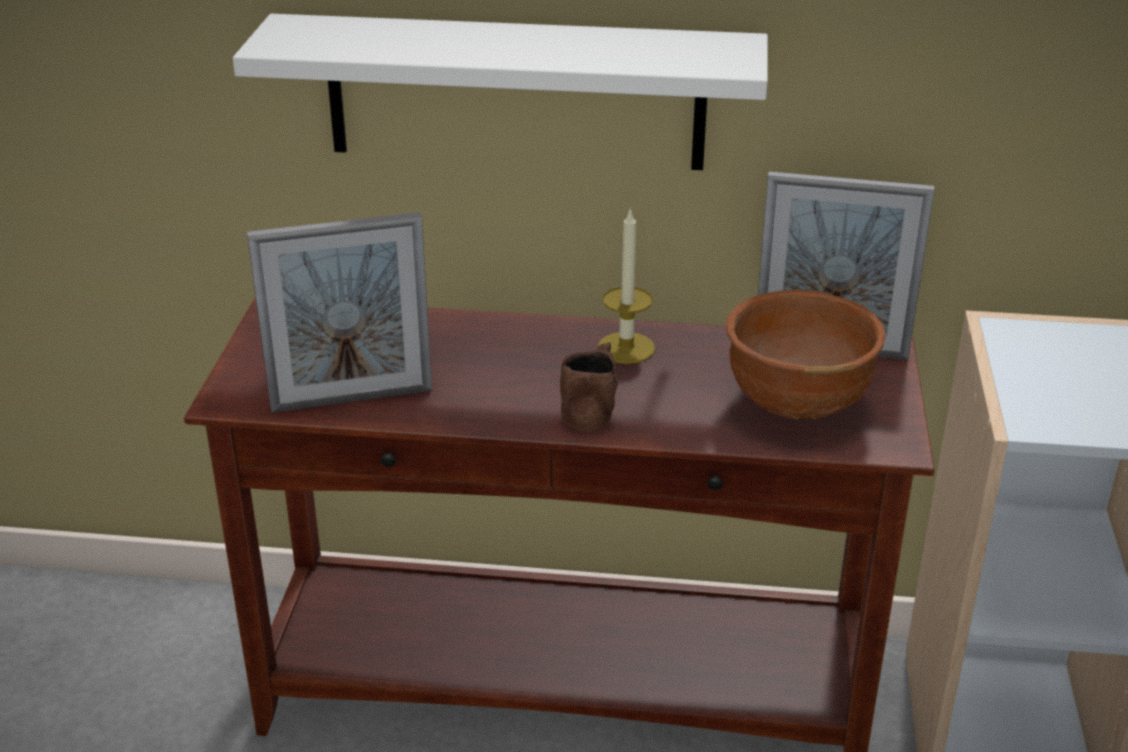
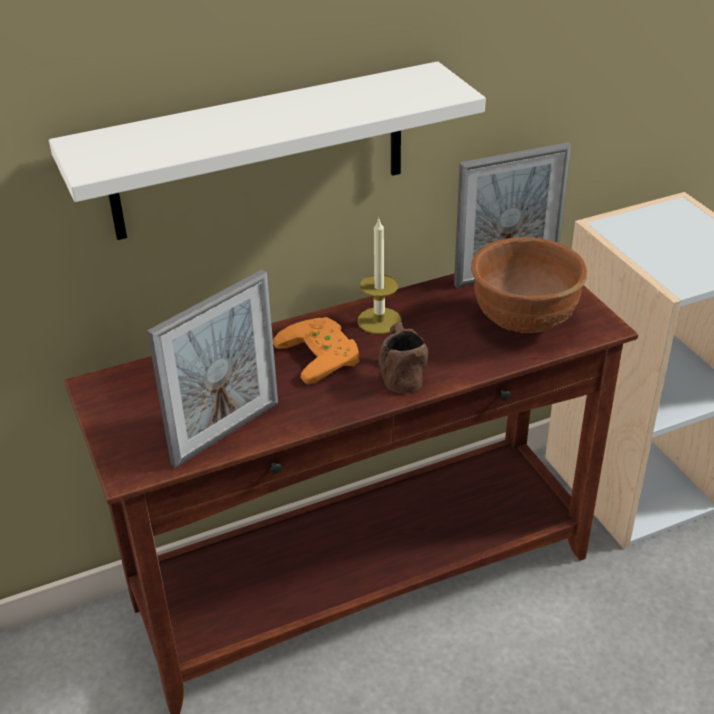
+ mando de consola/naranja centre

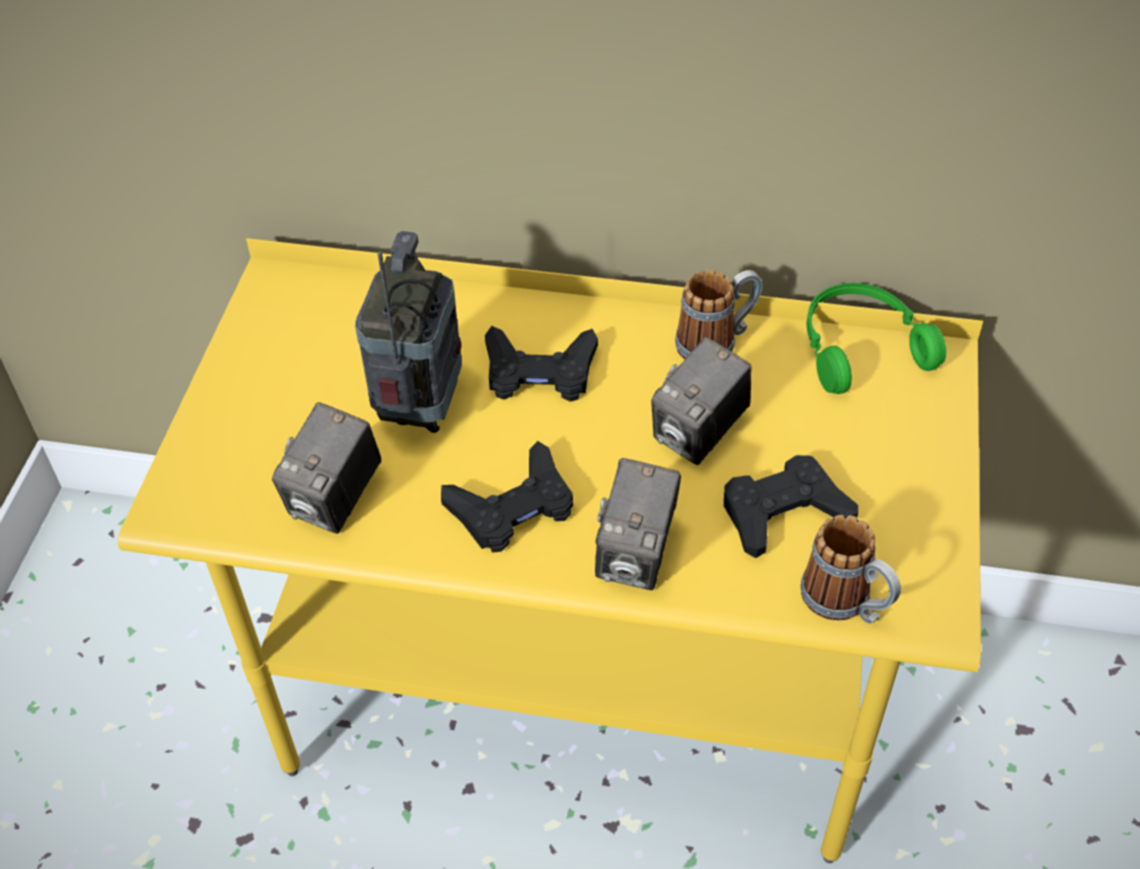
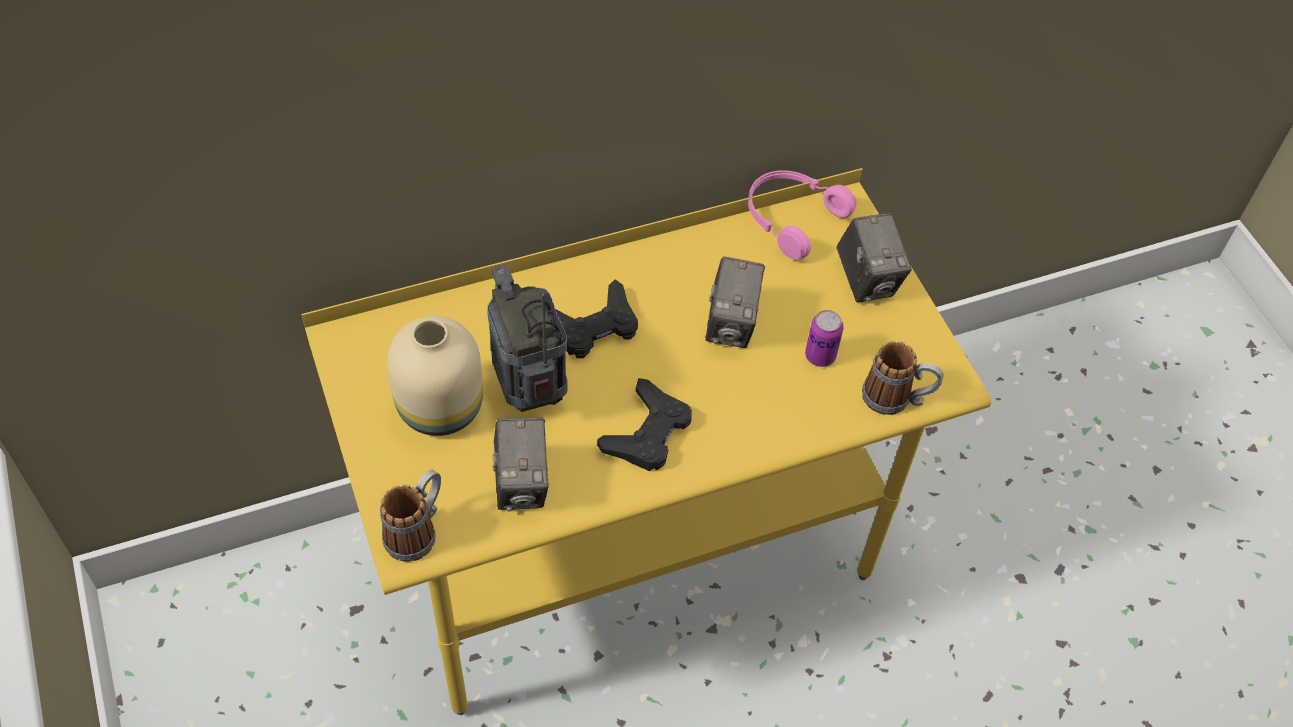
~ cámara (2nd from left in the first image) centre to cámara (3rd from left) middle right
~ taza grande (1st from left) centre to bottom left
~ mando de consola/negro (3rd from left) middle right to lata centre
~ auriculares/verde middle right to auriculares/rosa top centre
+ florero/beis centre

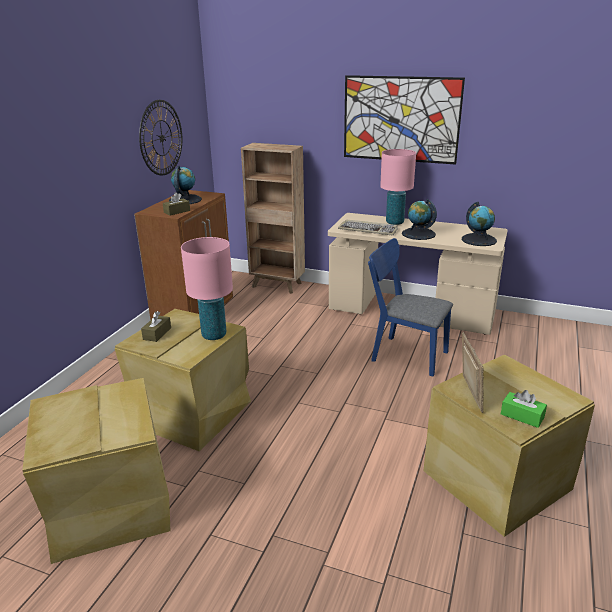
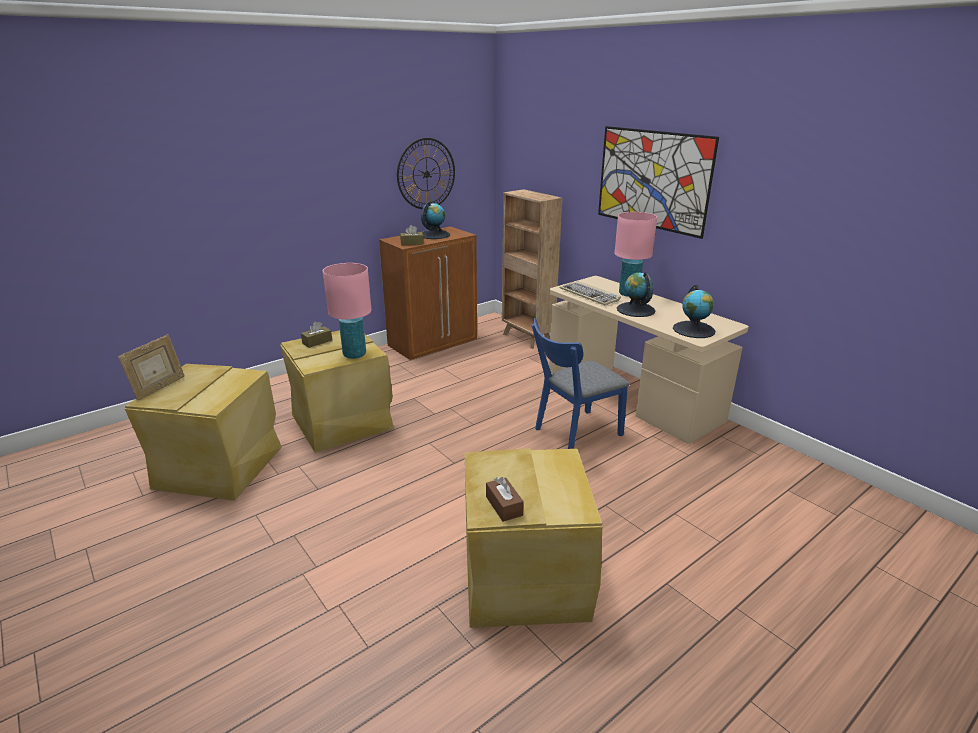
~ silla/azul middle right = centre 90 degrees counterclockwise
~ portarretratos middle right to middle left
~ caja de pañuelos/verde bottom right to caja de pañuelos/marrón (3rd from left) bottom centre

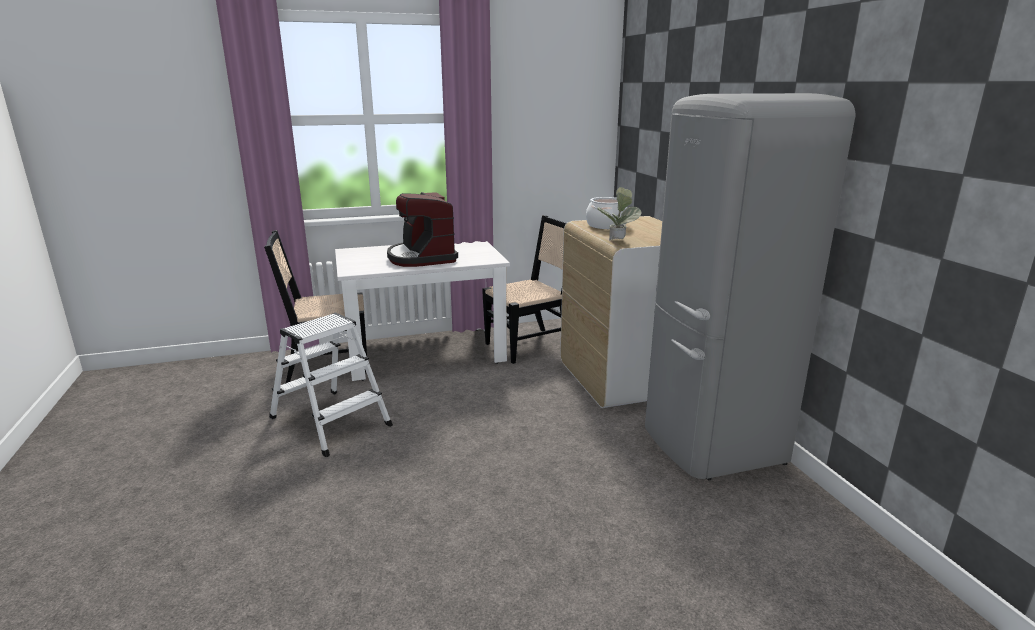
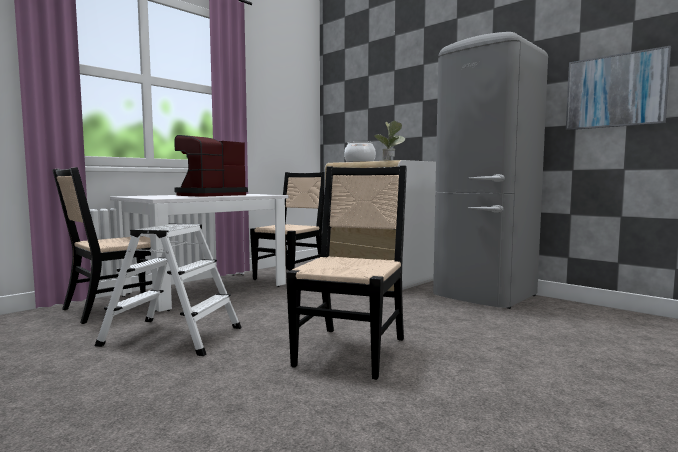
~ cafetera centre = middle left 90 degrees clockwise
+ silla (3rd from left) centre
+ cuadro top right

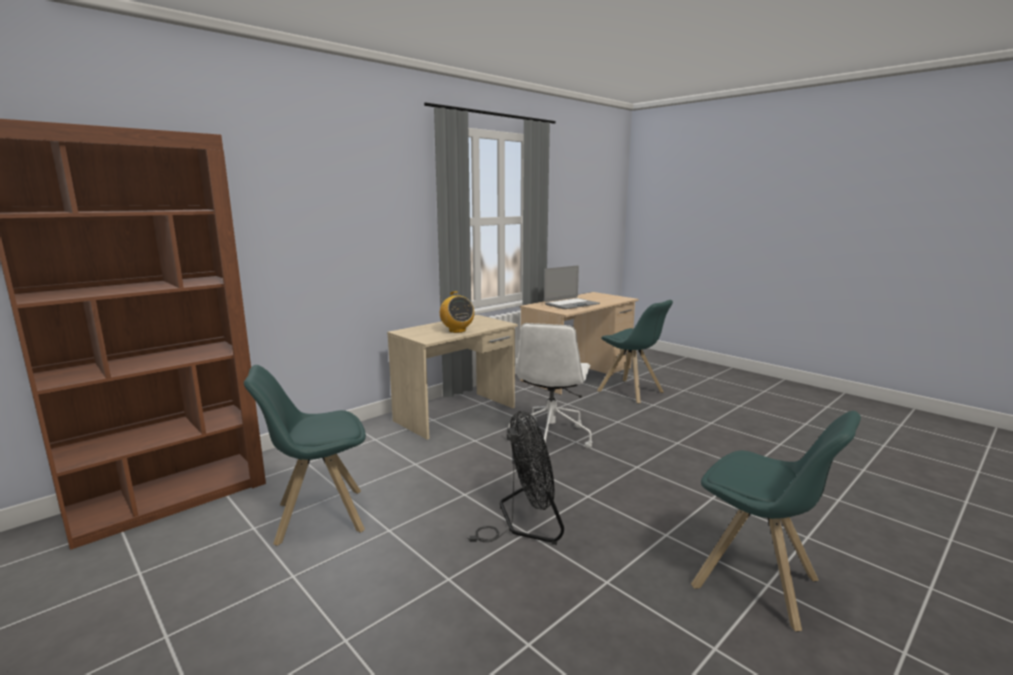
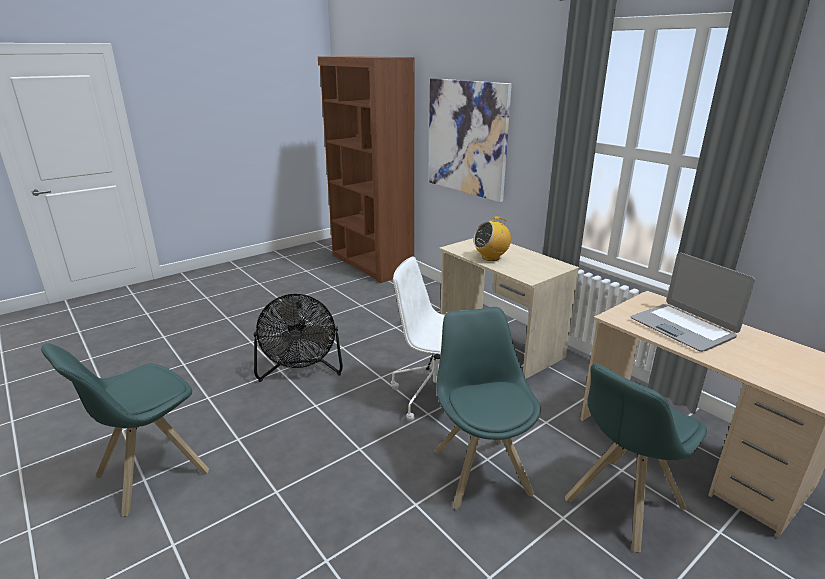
~ silla/turquesa (1st from left in the first image) bottom left to silla/turquesa (2nd from left) bottom centre
+ cuadro top centre

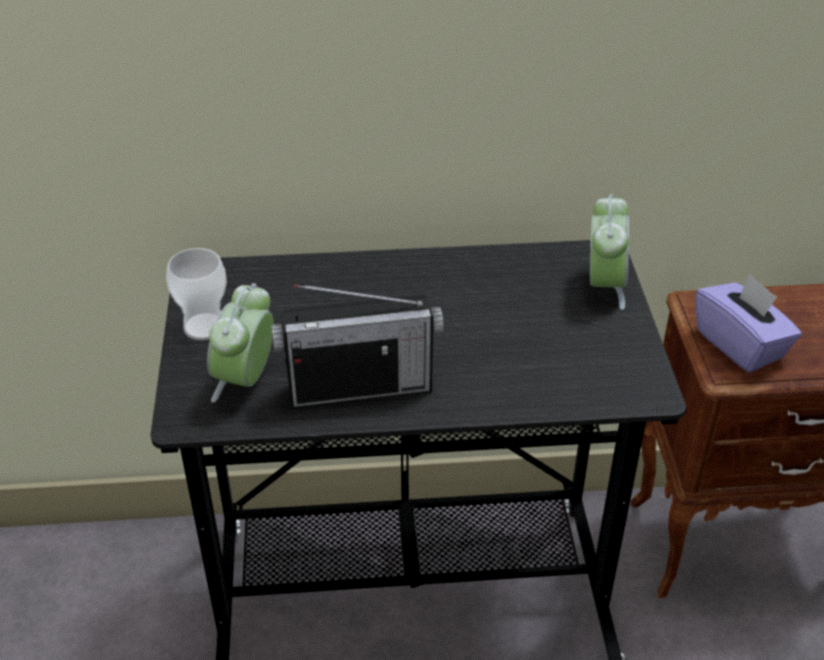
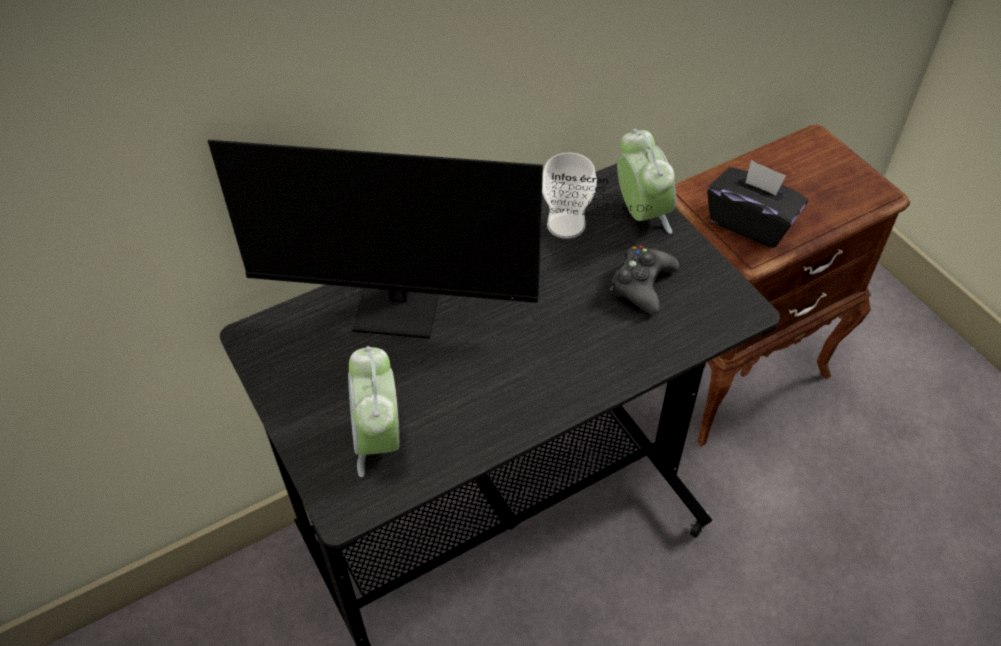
~ taza middle left to top centre
- radio centre
~ caja de pañuelos/morado middle right to caja de pañuelos/negro top right
+ monitor centre
+ mando de consola/negro centre

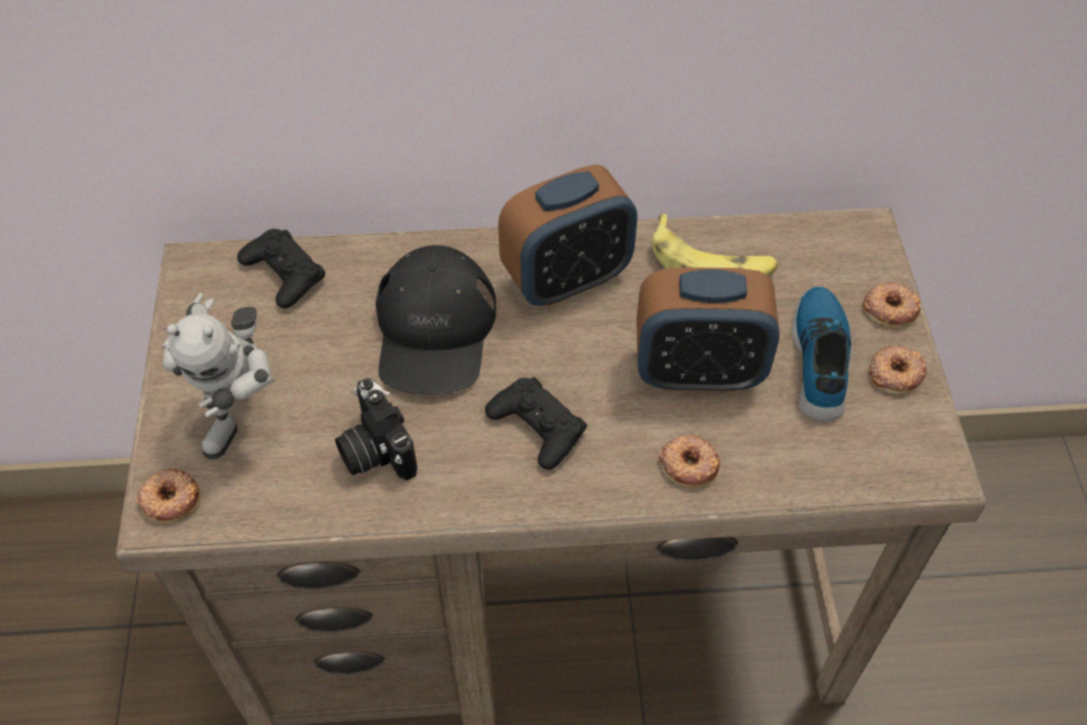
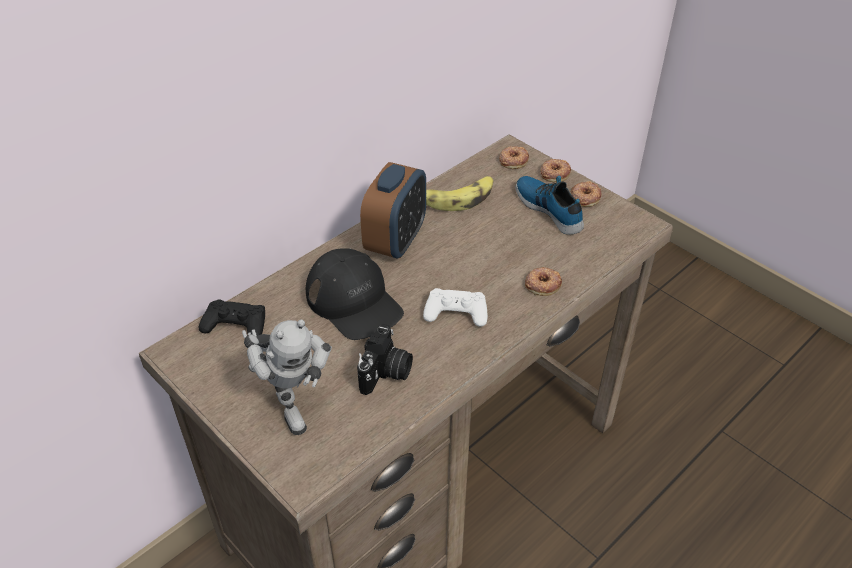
~ rosquilla (1st from left) bottom left to top centre
~ cámara centre = centre 90 degrees counterclockwise
~ mando de consola/negro (2nd from left) centre to mando de consola/blanco centre
- despertador (2nd from left) centre

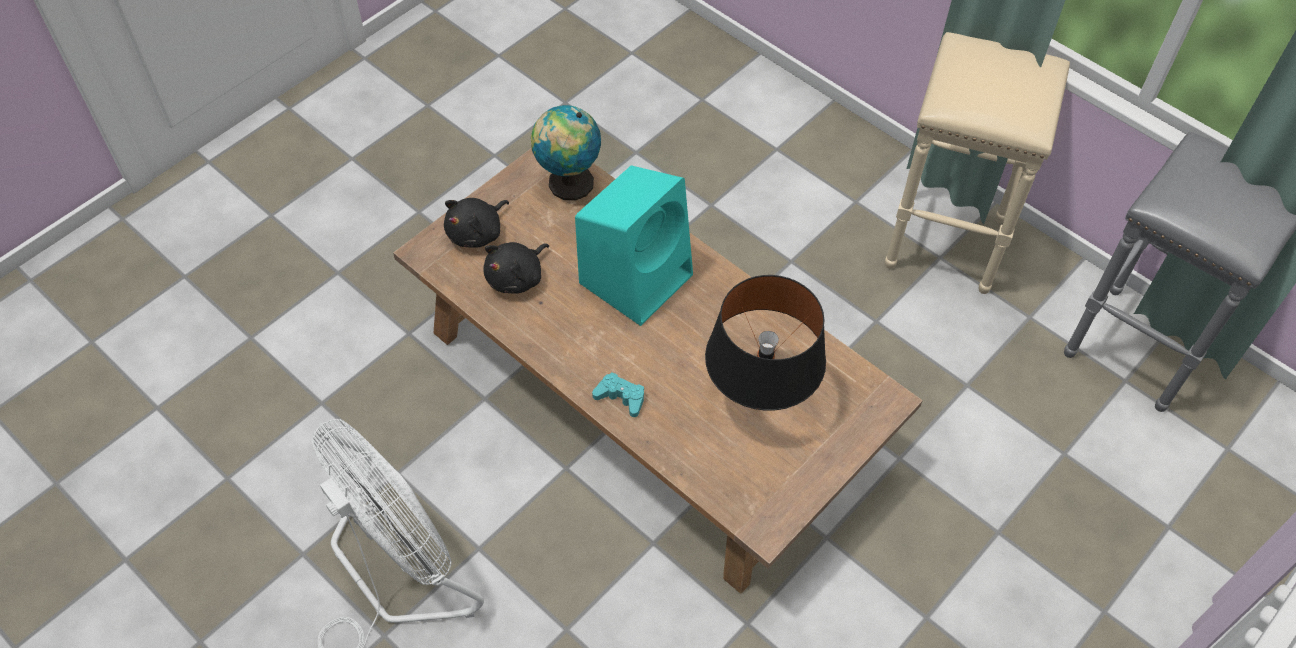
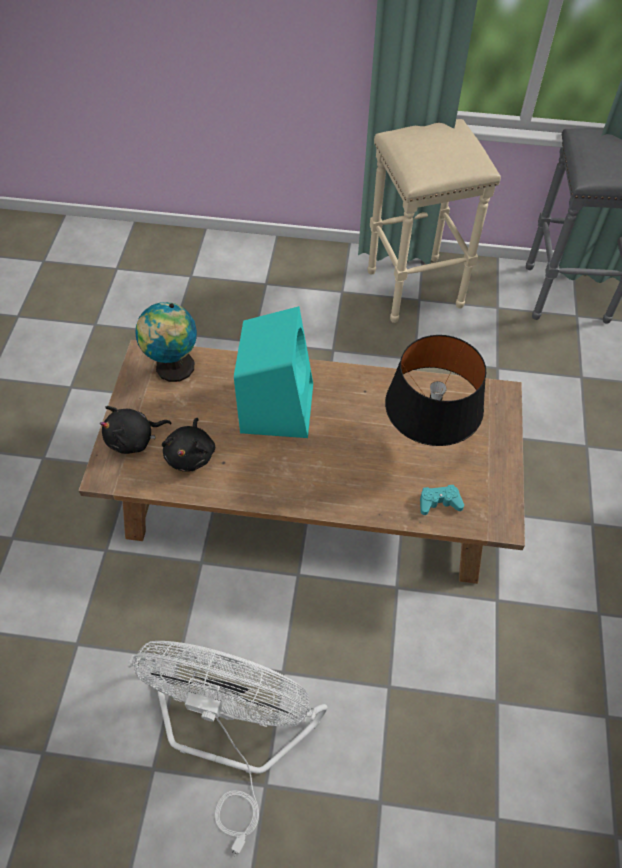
~ peluche/negro (1st from left) centre = middle left 60 degrees clockwise
~ mando de consola/turquesa centre to middle right

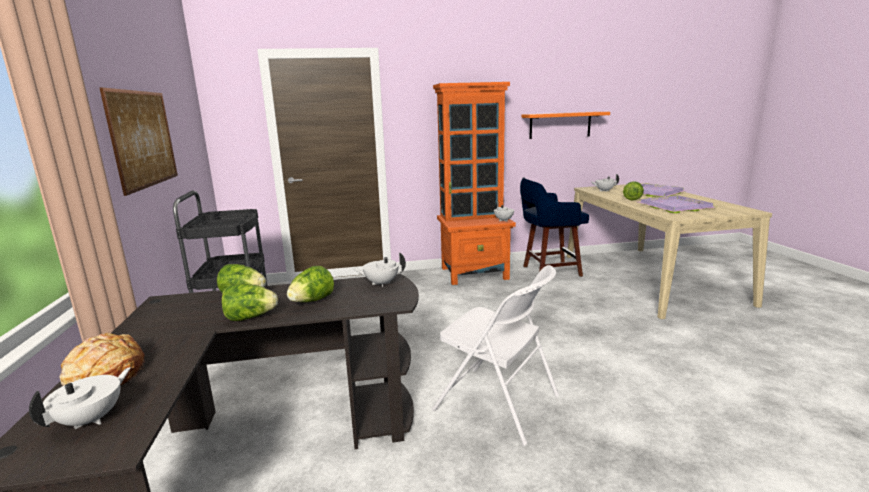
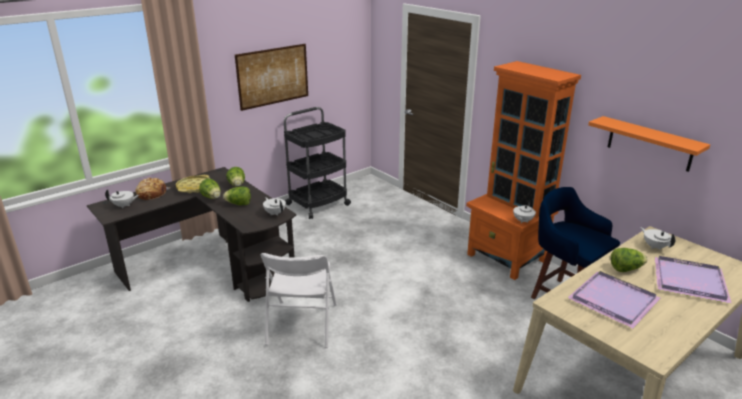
+ bandeja/amarillo middle left

